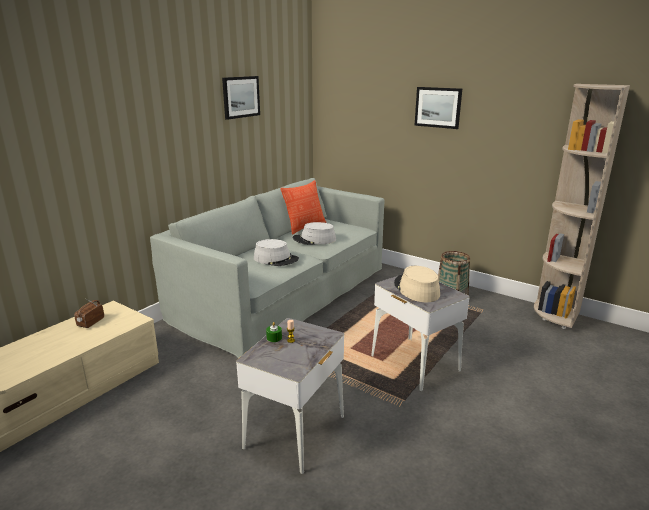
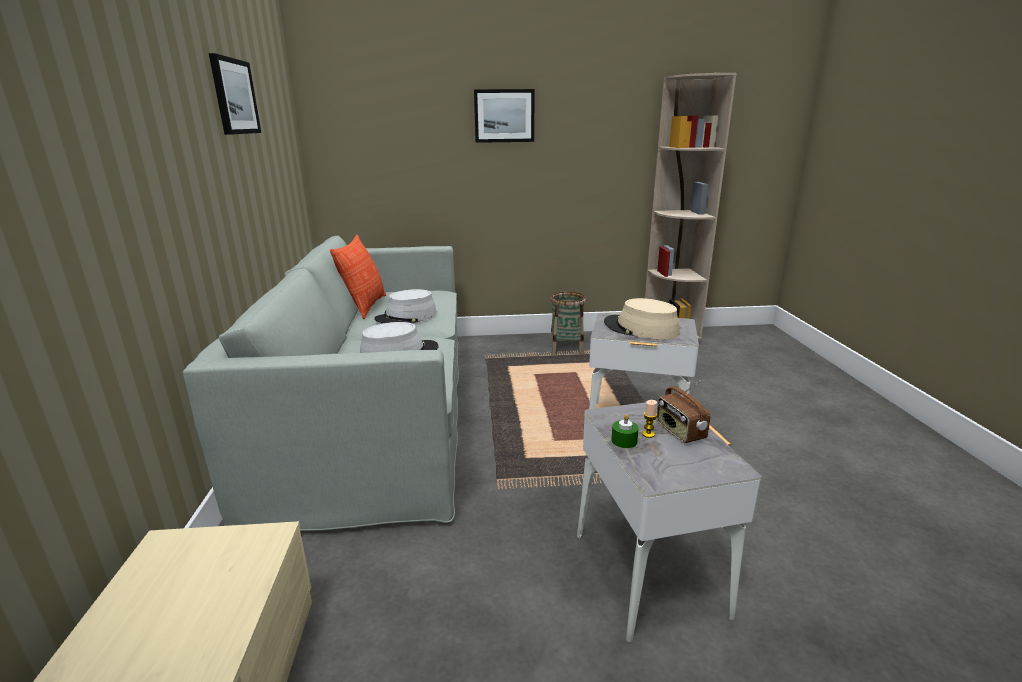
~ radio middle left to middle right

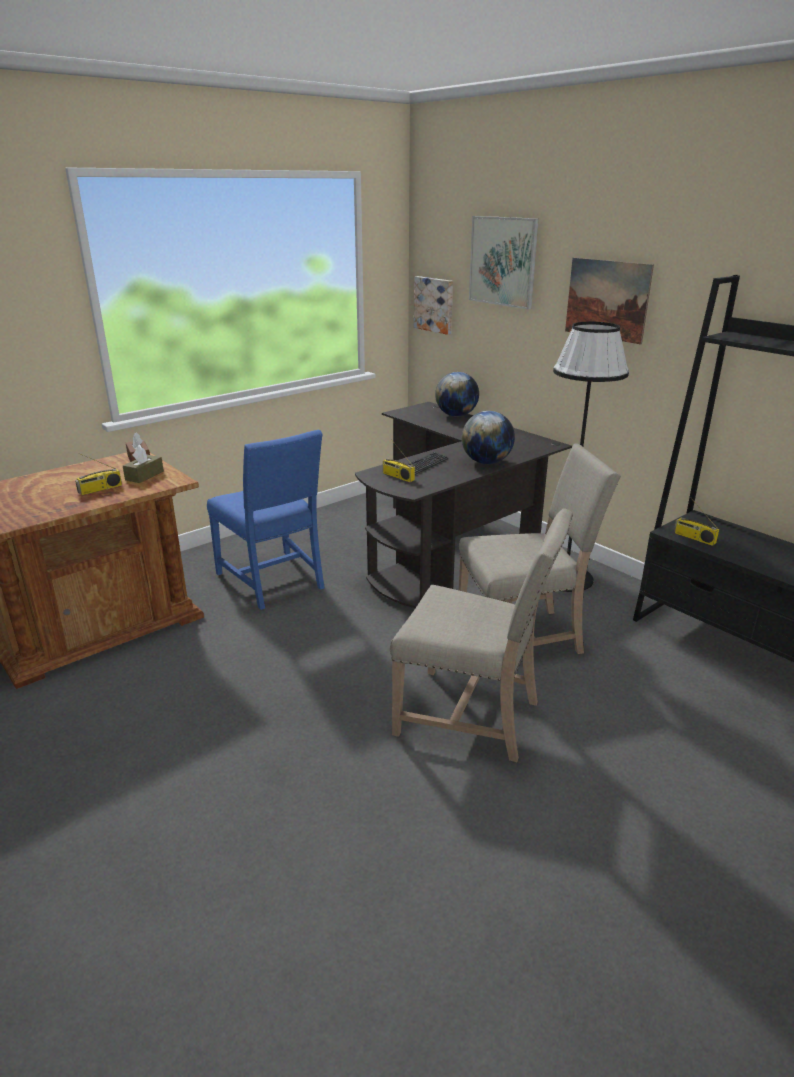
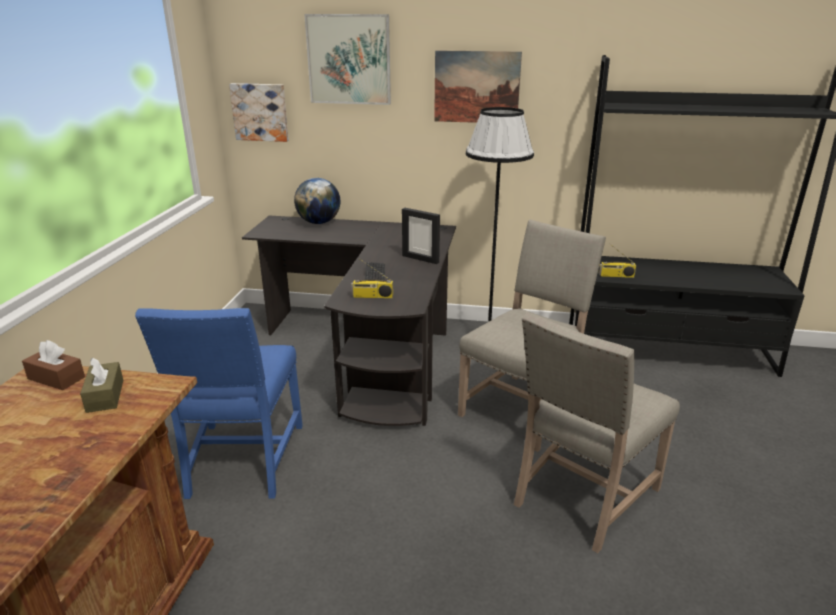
- radio (1st from left) middle left
~ silla/azul centre = middle left 75 degrees clockwise
~ silla/beis (1st from left in the first image) centre = bottom right 150 degrees clockwise
~ globo terráqueo (2nd from left) centre to portarretratos centre

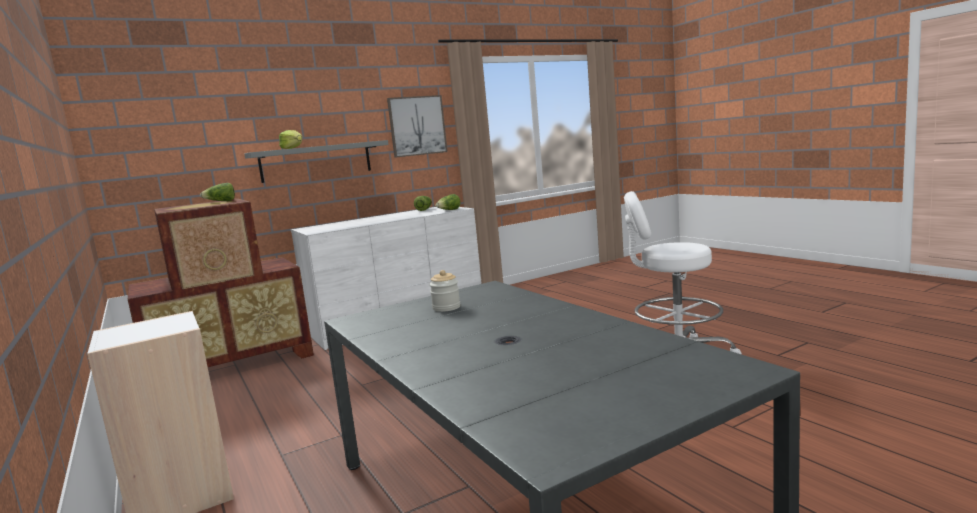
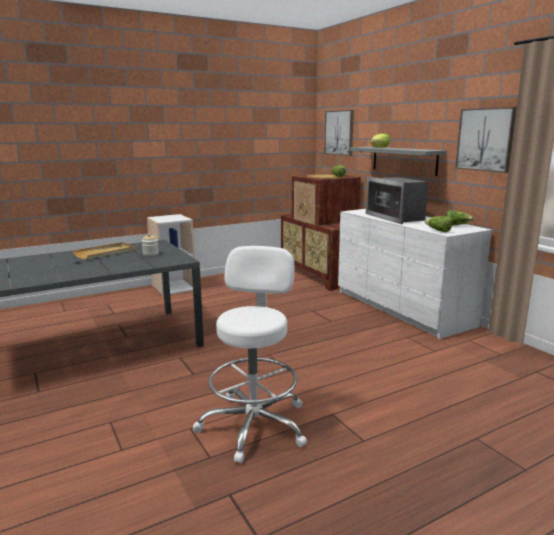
+ bandeja/beis middle left
+ cuadro (1st from left) top centre
+ microondas middle right

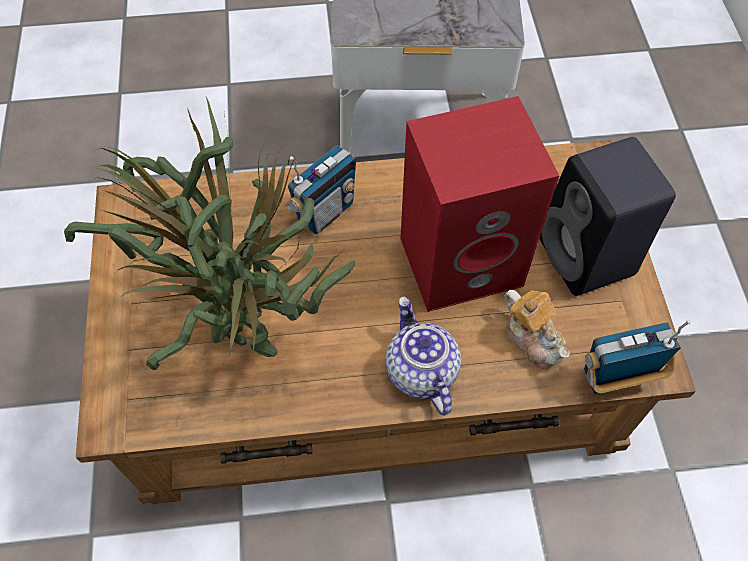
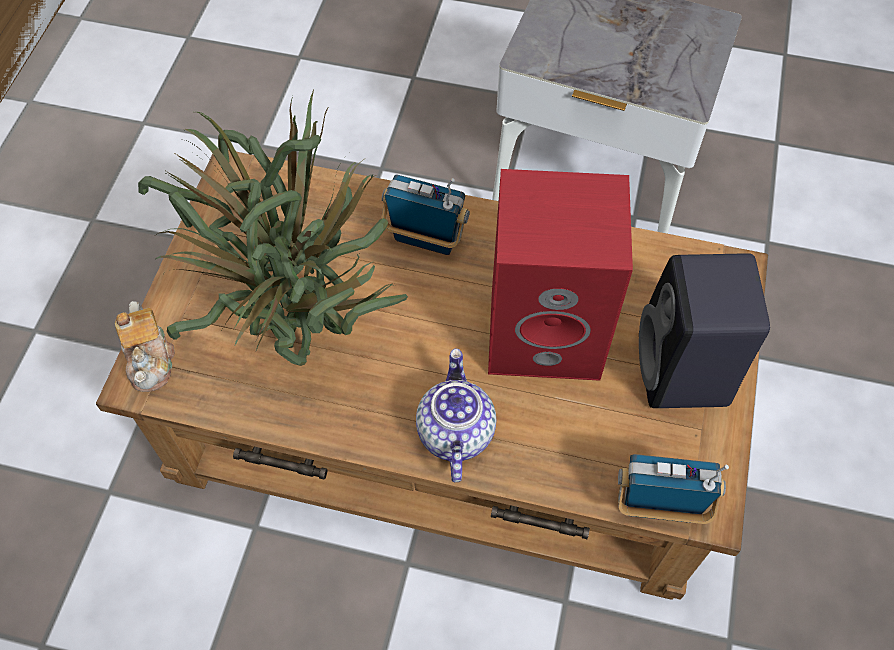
~ radio (1st from left) centre = top centre 135 degrees counterclockwise
~ tetera (2nd from left in the first image) middle right to tetera (1st from left) middle left

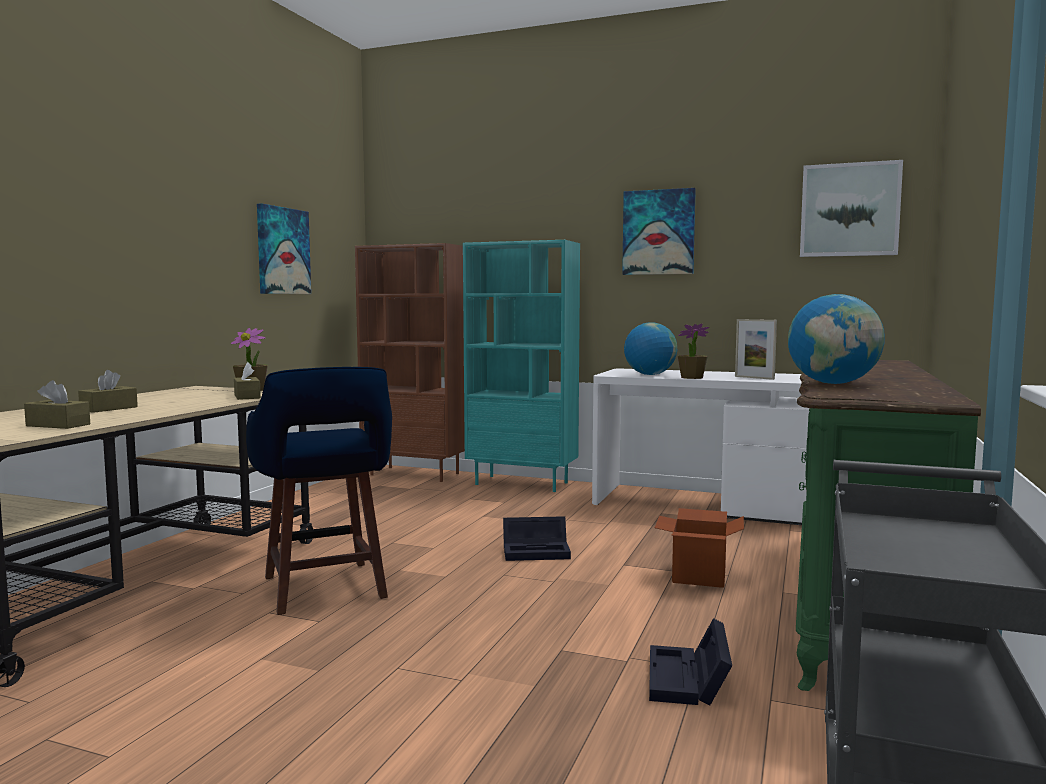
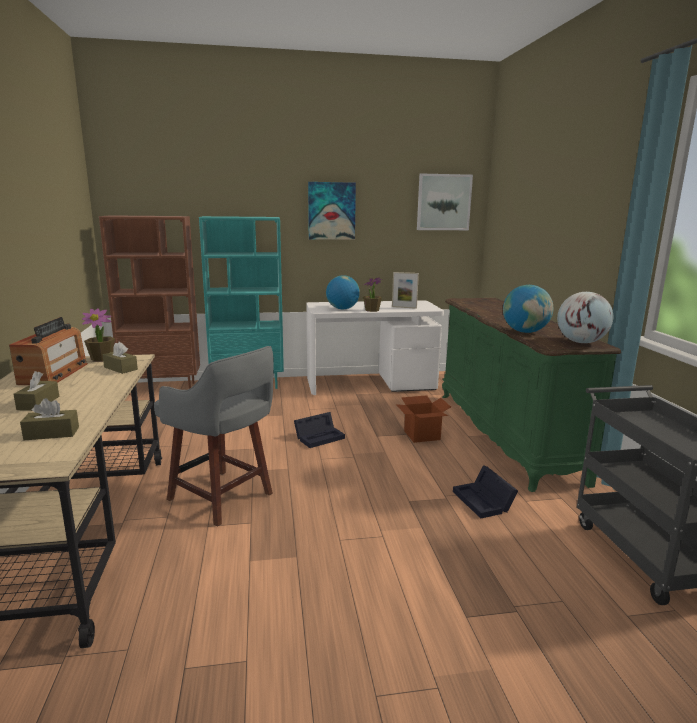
~ taburete/azul middle left to taburete/gris middle left
- cuadro (1st from left) top left
+ radio middle left
+ globo terráqueo (3rd from left) middle right

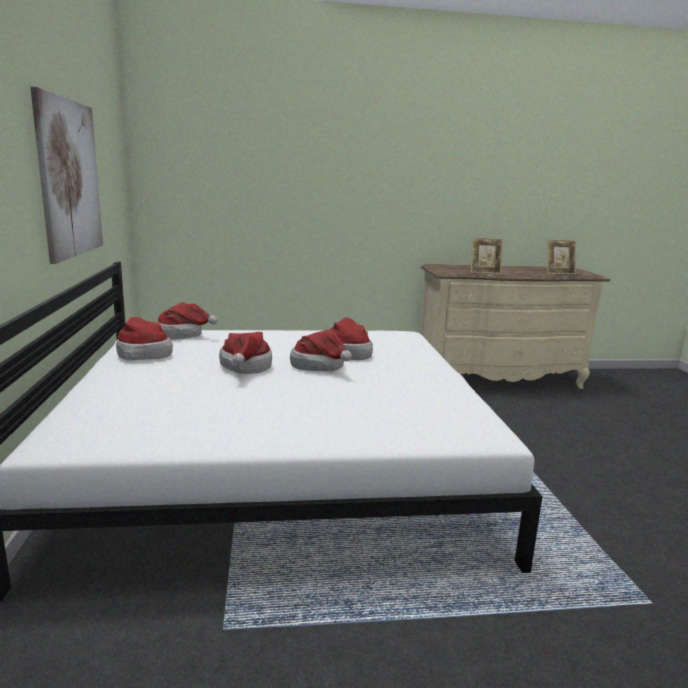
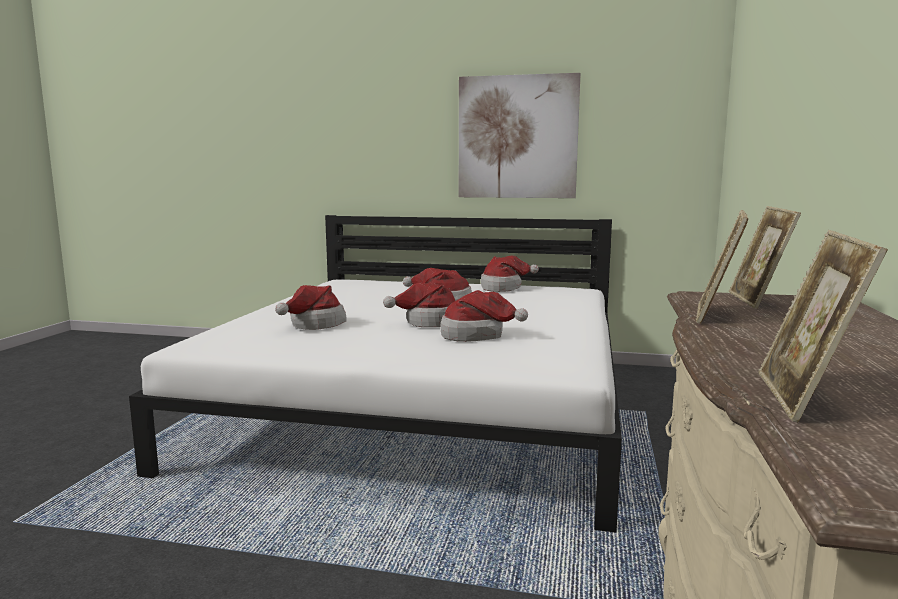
~ sombrero (2nd from left in the first image) middle left to sombrero (1st from left) centre
+ portarretratos (2nd from left) middle right

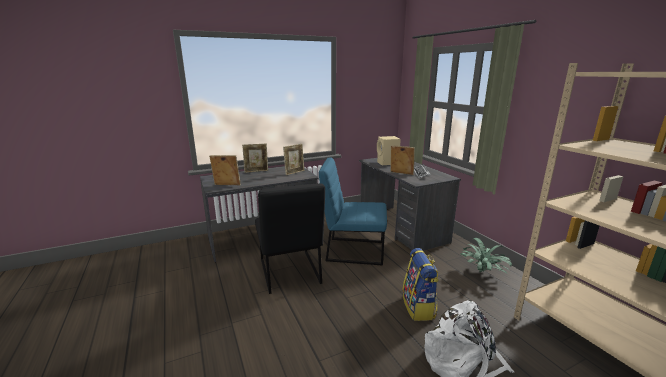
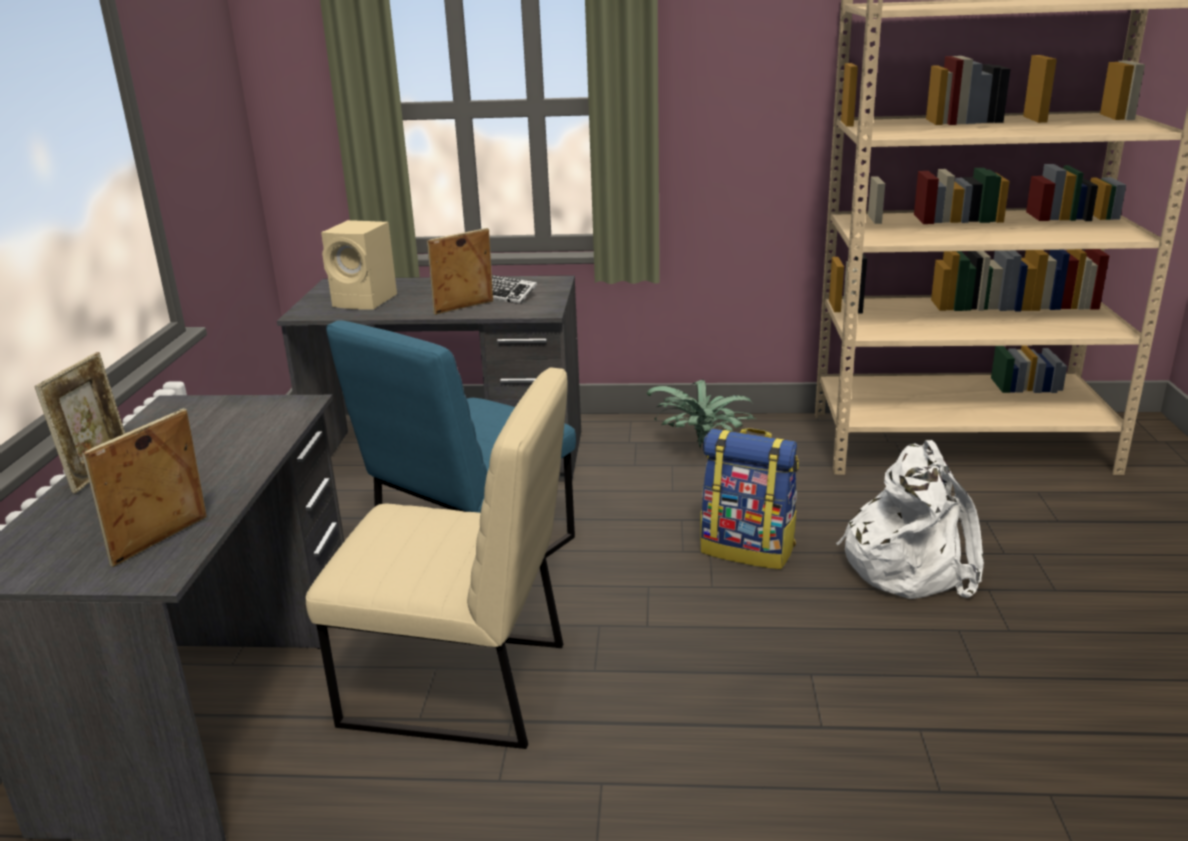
~ silla/negro centre to silla/beis centre
- portarretratos (3rd from left) centre

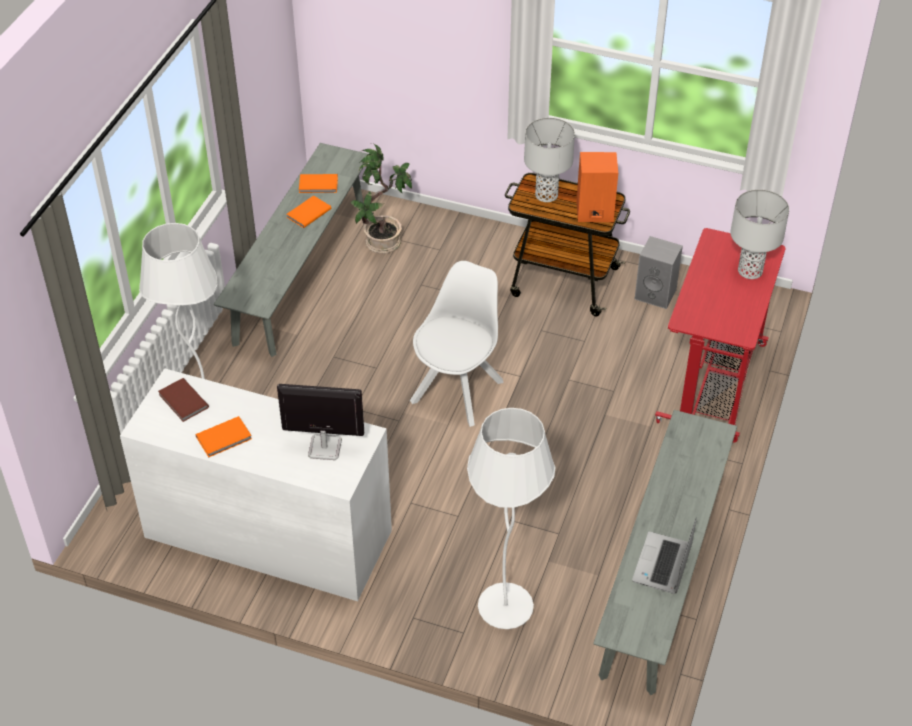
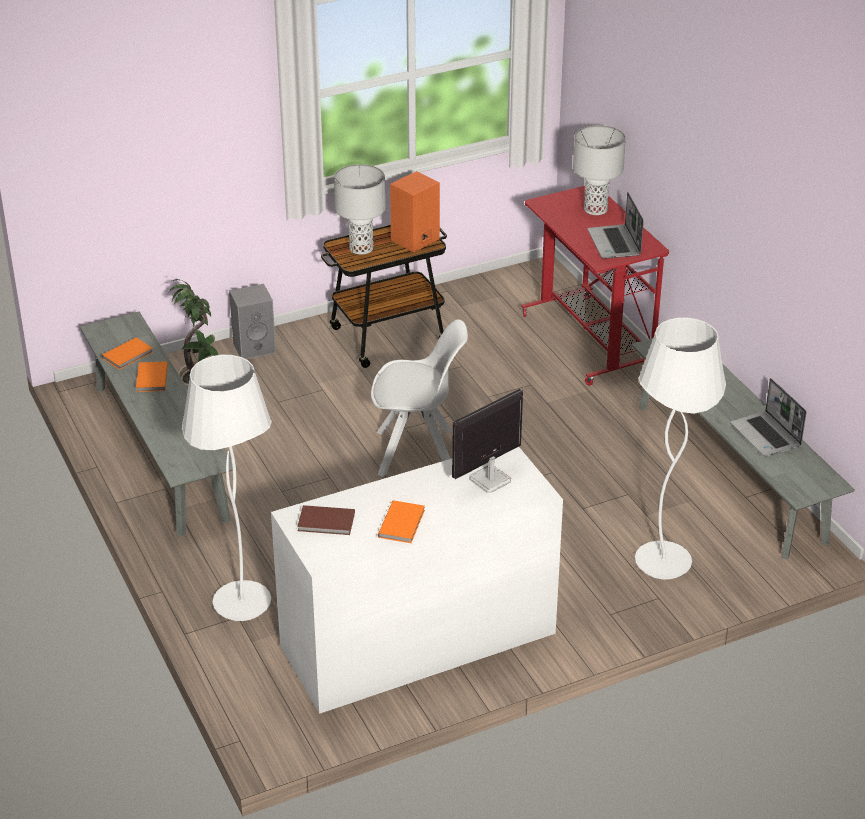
~ silla/blanco centre = centre 105 degrees clockwise
~ altavoz/gris middle right to middle left
+ portátil (1st from left) top right

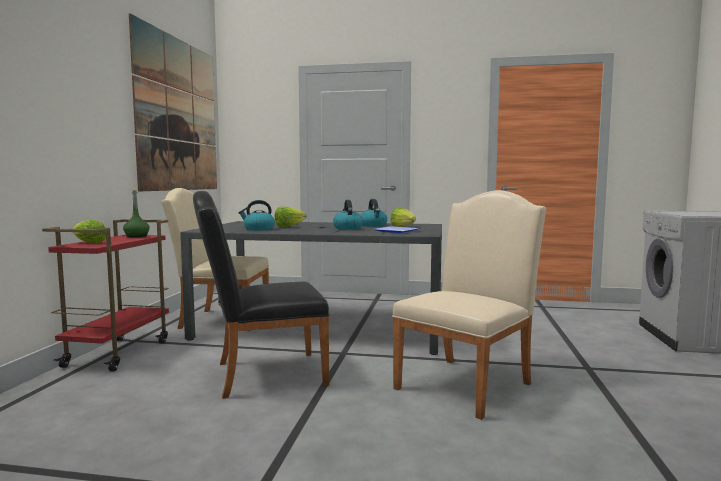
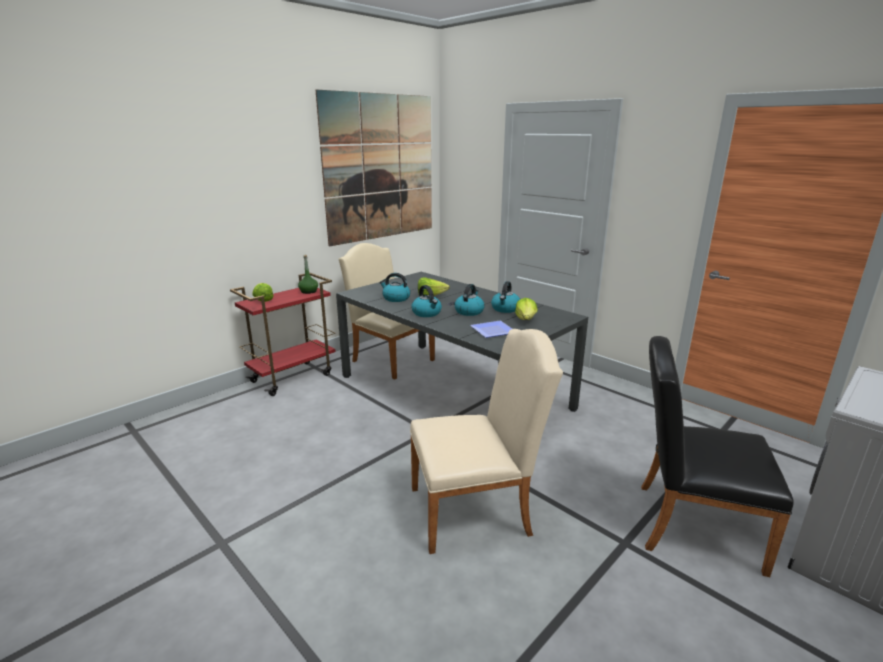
~ silla/negro centre to bottom right
+ hervidor (2nd from left) centre

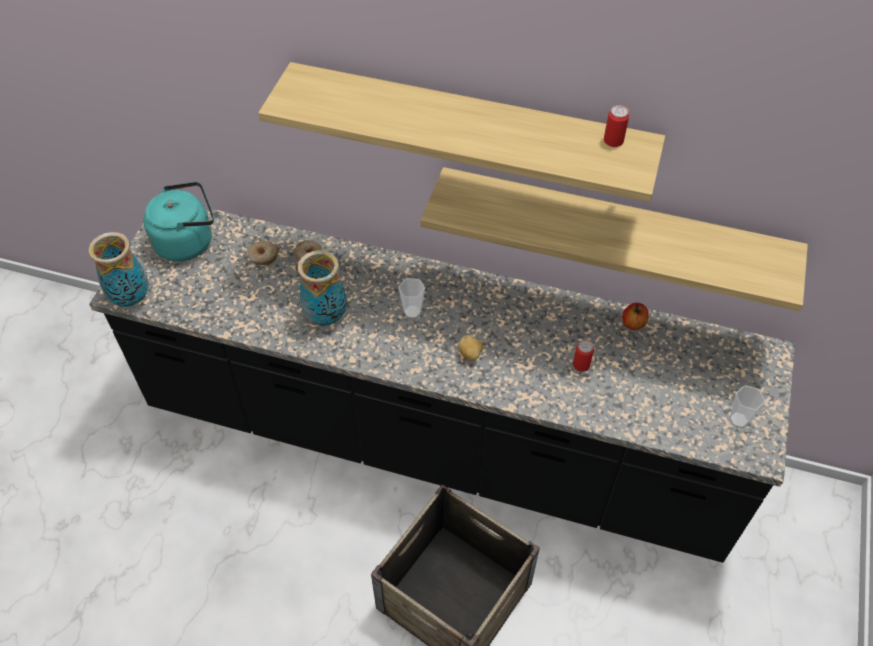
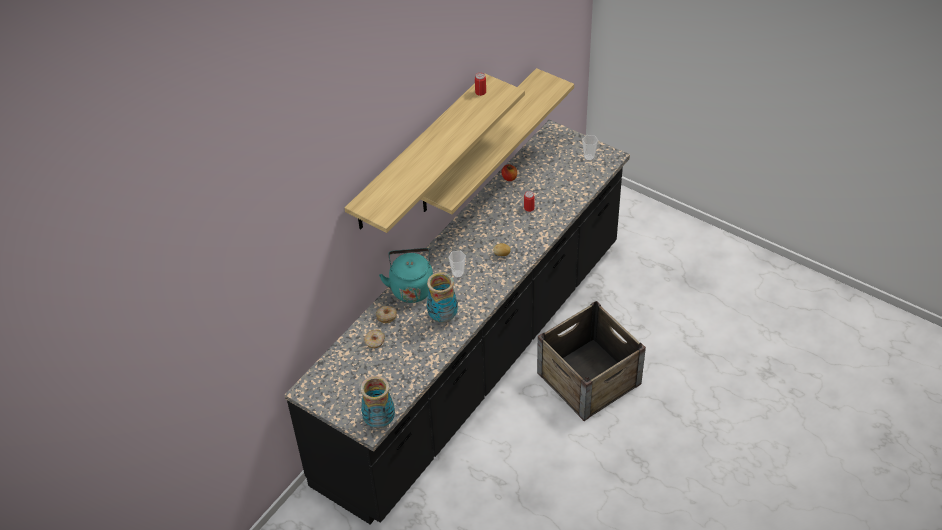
~ hervidor/turquesa middle left to centre

